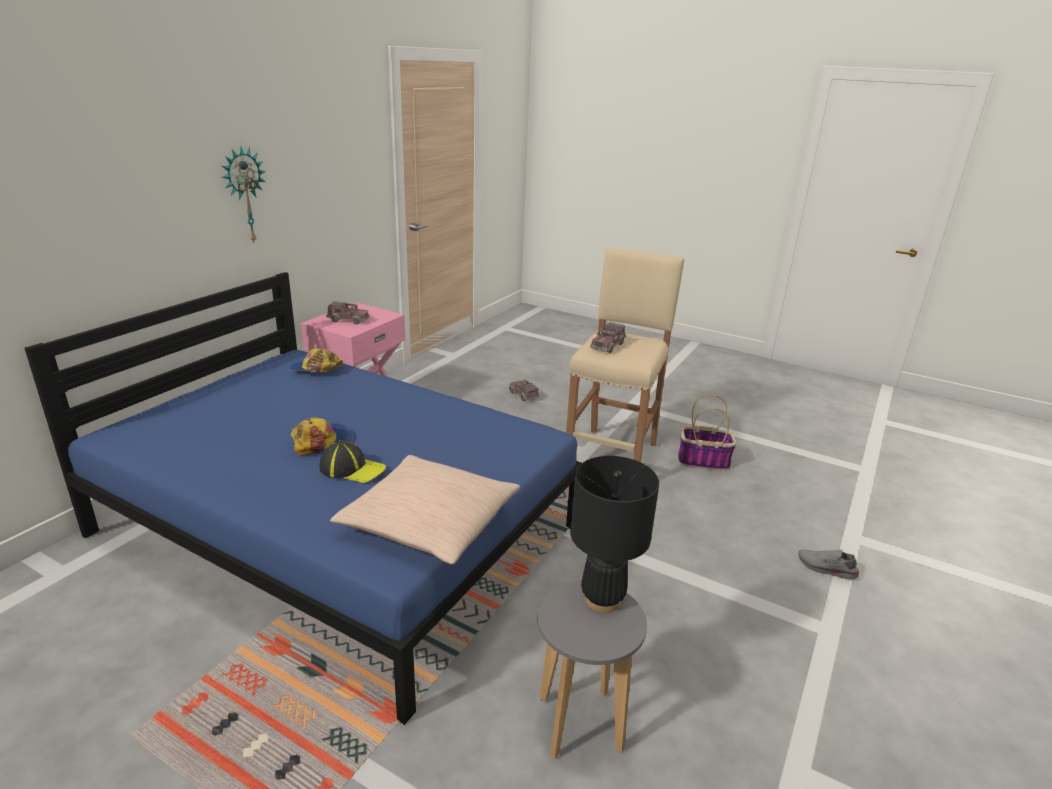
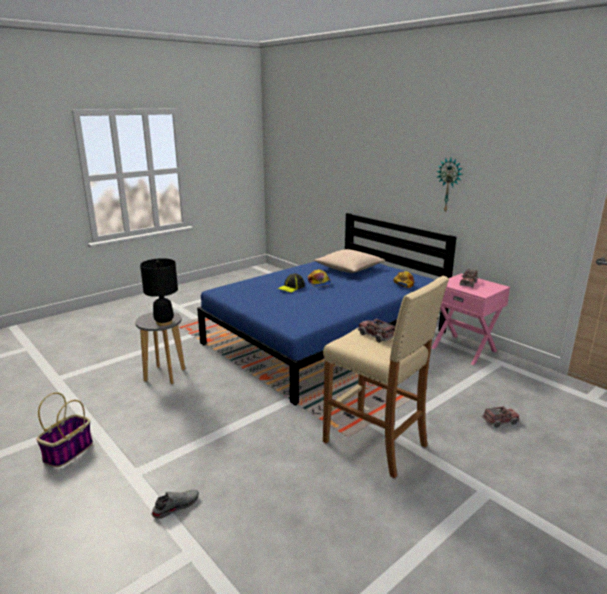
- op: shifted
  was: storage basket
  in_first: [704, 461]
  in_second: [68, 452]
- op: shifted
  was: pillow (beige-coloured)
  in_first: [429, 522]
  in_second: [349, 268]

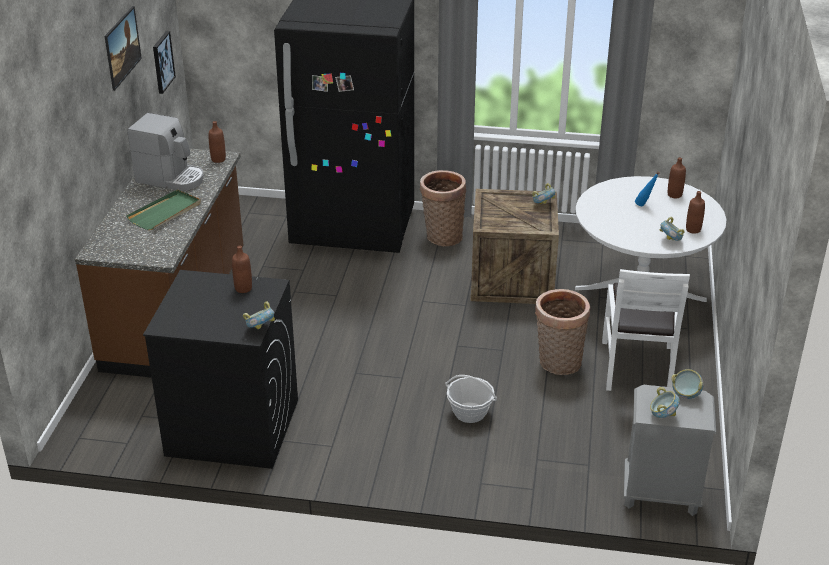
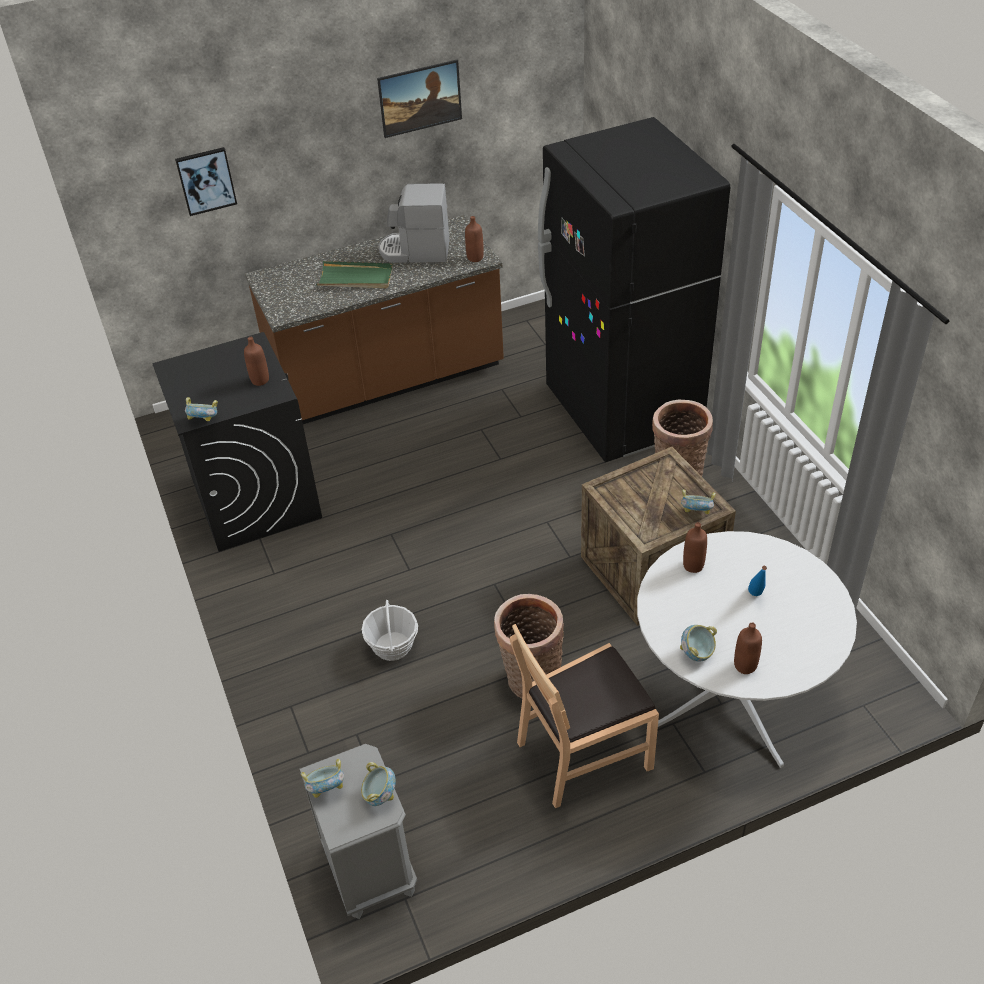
- op: shifted
  was: wall picture
  in_first: [162, 62]
  in_second: [206, 180]
- op: rotated
  was: coffee machine
  in_first: [171, 178]
  in_second: [415, 251]
  clockwise: 105
- op: repainted
  was: plain chair (whitish)
  now: plain chair (brown-coloured)
  in_first: [637, 367]
  in_second: [583, 753]
- op: shifted
  was: bottle (brown-coloured)
  in_first: [674, 195]
  in_second: [693, 565]

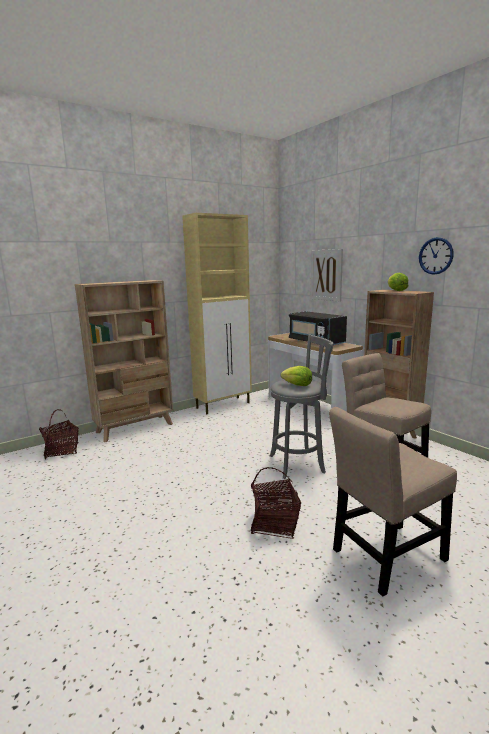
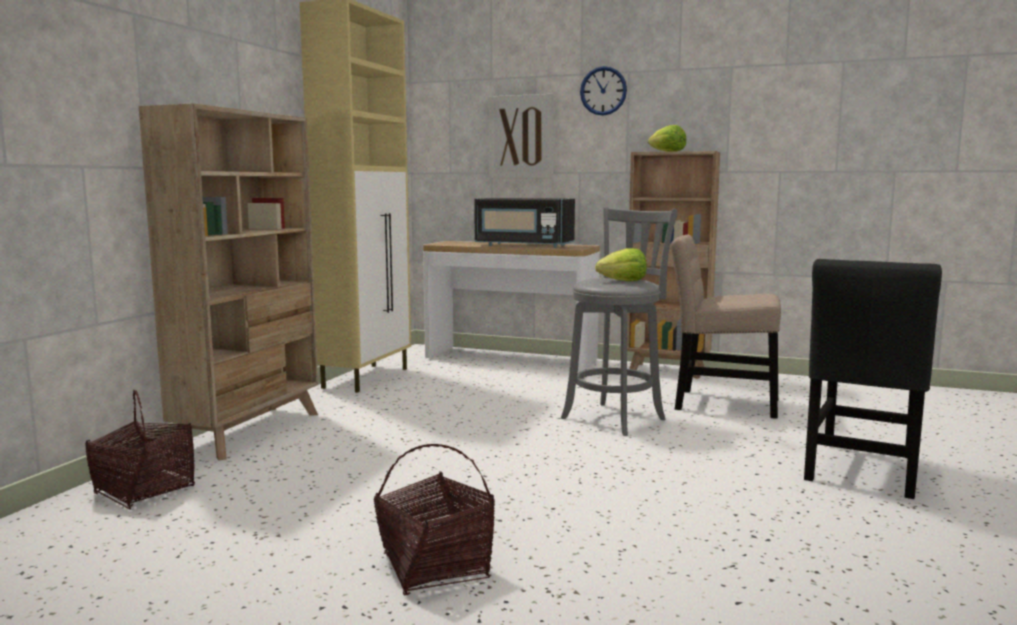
- op: shifted
  was: storage basket
  in_first: [275, 523]
  in_second: [434, 567]
- op: shifted
  was: hanging clock
  in_first: [435, 256]
  in_second: [603, 91]
- op: repainted
  was: plain chair (beige-coloured)
  now: plain chair (black)
  in_first: [385, 558]
  in_second: [862, 471]

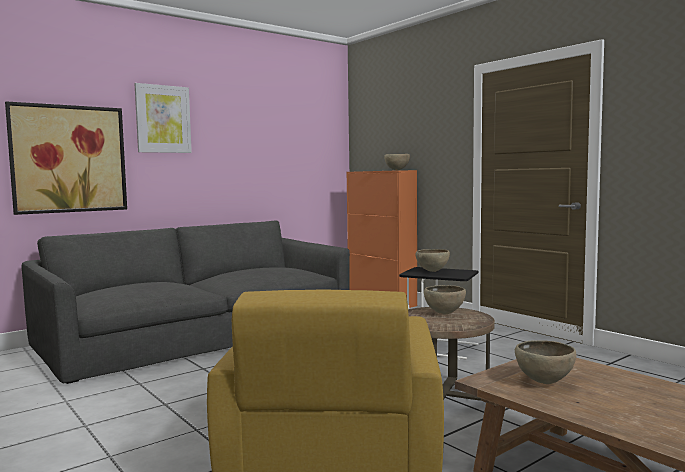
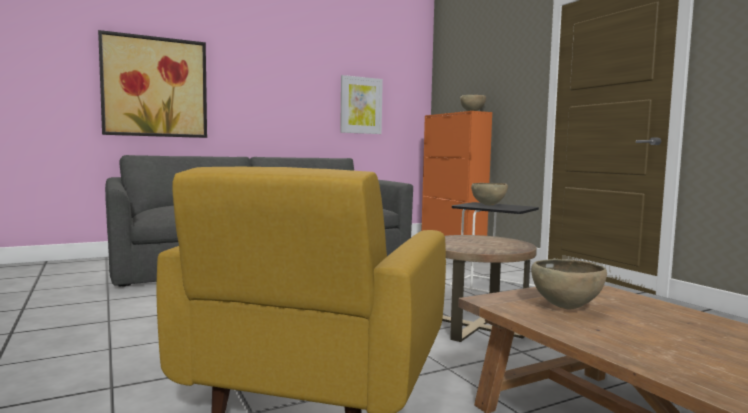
- op: shifted
  was: wall picture
  in_first: [163, 119]
  in_second: [361, 105]
- op: gone
  was: bowl (brown-coloured)
  in_first: [444, 313]

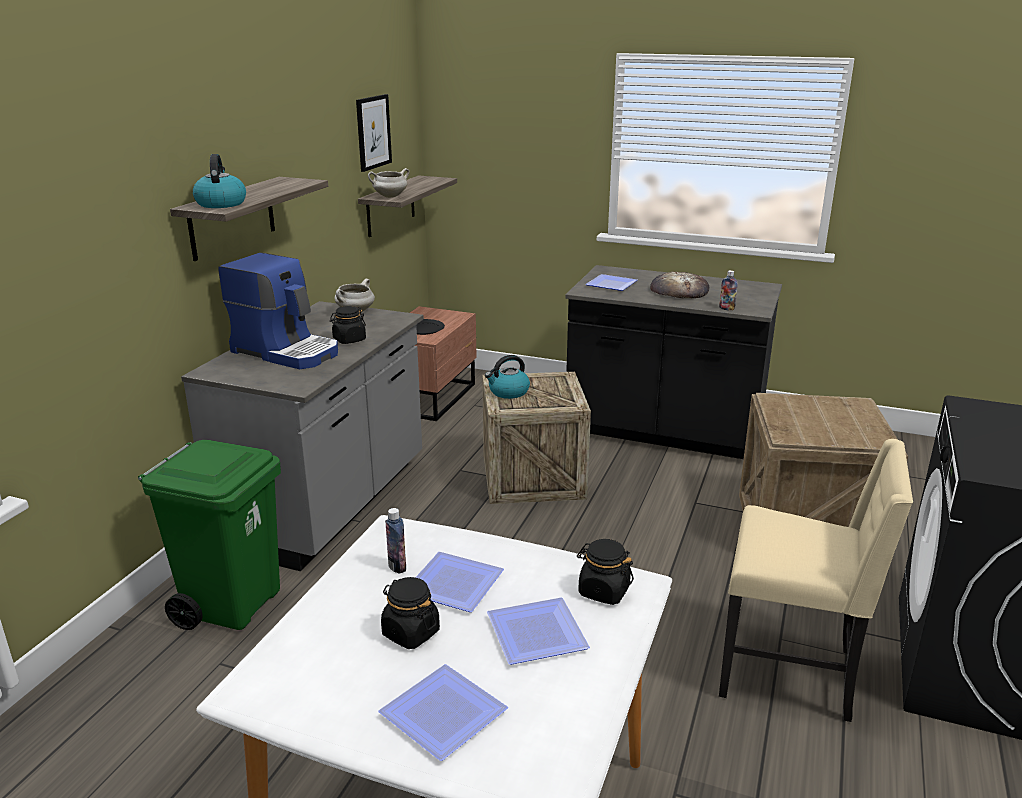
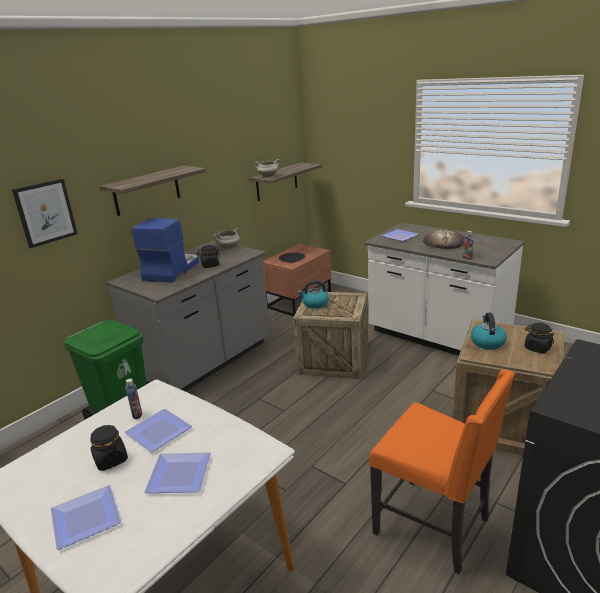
- op: shifted
  was: wall picture
  in_first: [373, 132]
  in_second: [45, 212]
- op: rotated
  was: coffee machine
  in_first: [287, 351]
  in_second: [171, 270]
  clockwise: -120
- op: repainted
  was: kitchen counter (black)
  now: kitchen counter (whitish)
  in_first: [663, 432]
  in_second: [437, 338]
- op: repainted
  was: plain chair (beige-coloured)
  now: plain chair (orangey)
  in_first: [790, 672]
  in_second: [434, 526]
- op: shifted
  was: tea kettle
  in_first: [221, 203]
  in_second: [487, 342]
- op: shifted
  was: jar (black)
  in_first: [603, 591]
  in_second: [537, 348]

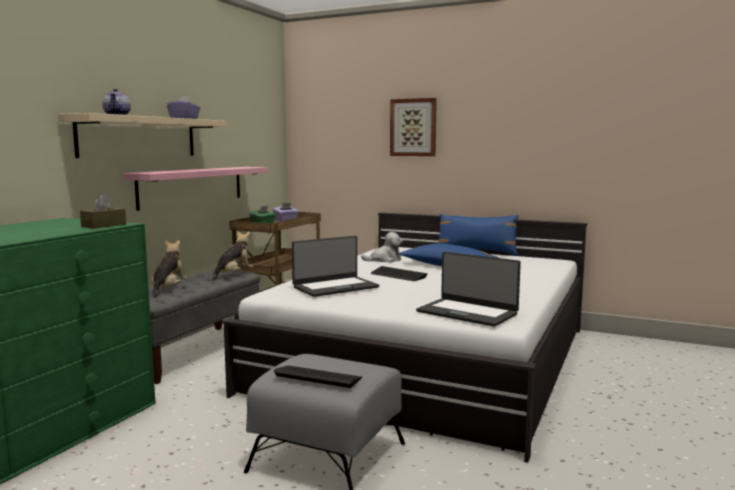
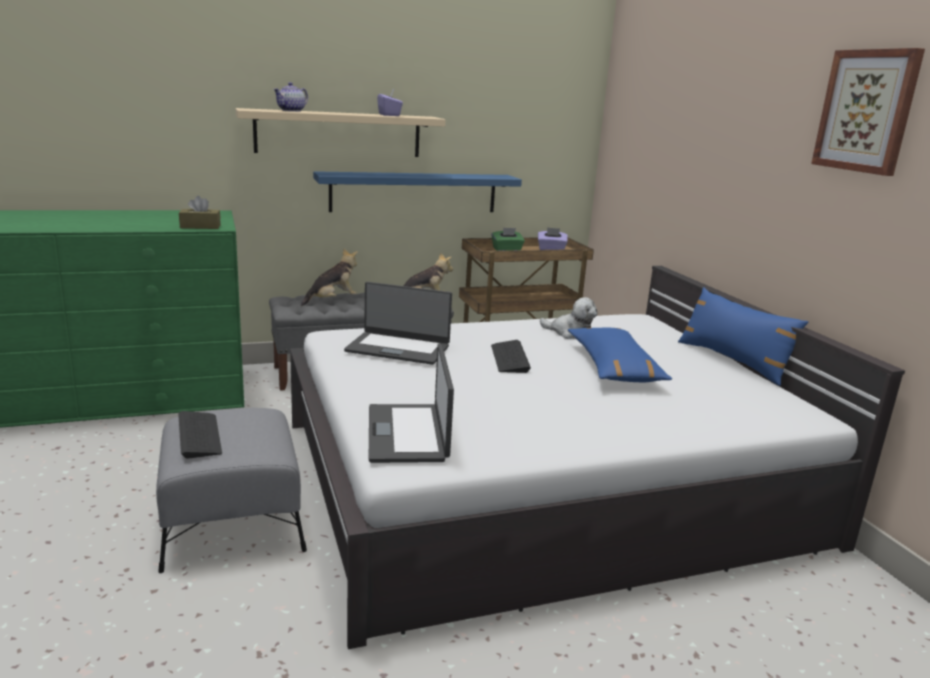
- op: repainted
  was: wall shelf (pinkish)
  now: wall shelf (blue)
  in_first: [192, 186]
  in_second: [414, 192]
- op: shifted
  was: wall picture
  in_first: [413, 127]
  in_second: [867, 111]

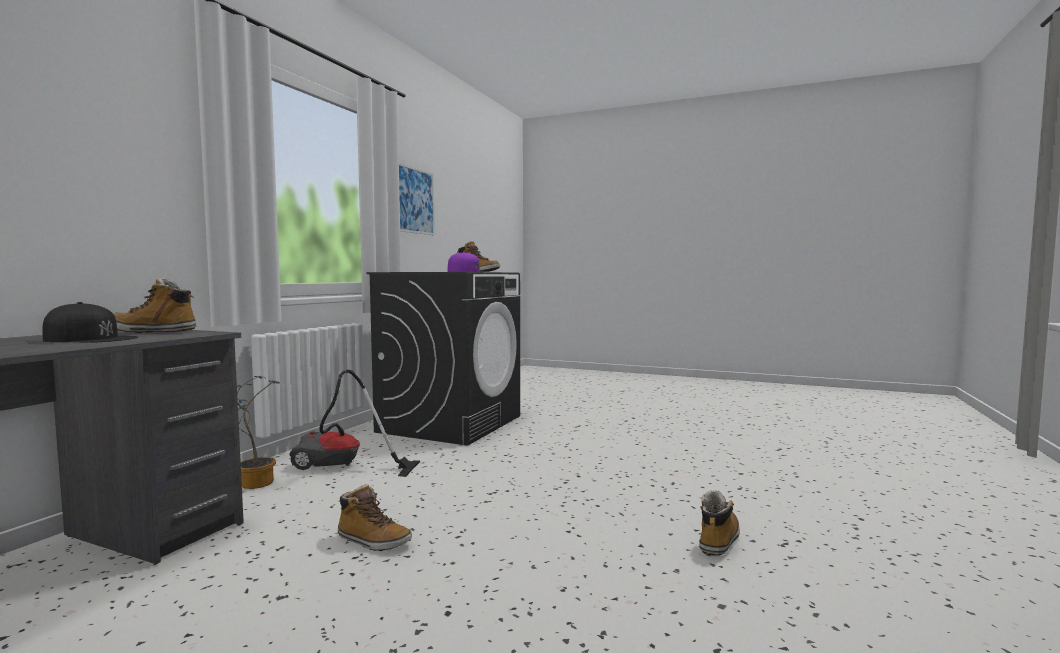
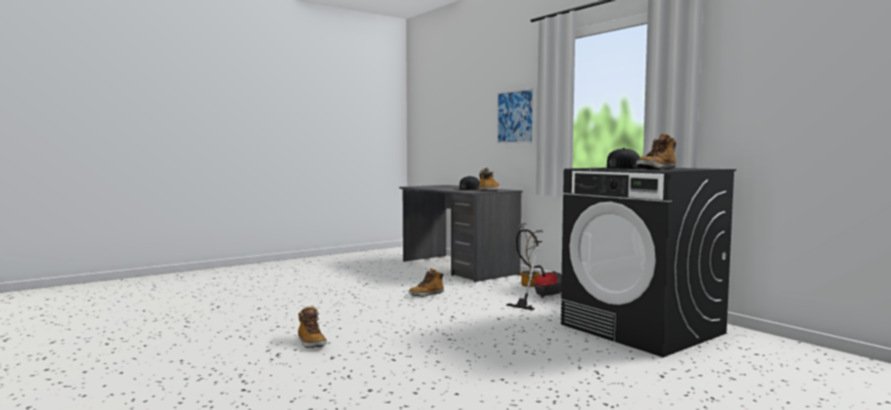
- op: shifted
  was: wall picture
  in_first: [414, 200]
  in_second: [515, 116]
- op: repainted
  was: baseball cap (purple)
  now: baseball cap (black)
  in_first: [468, 271]
  in_second: [619, 168]

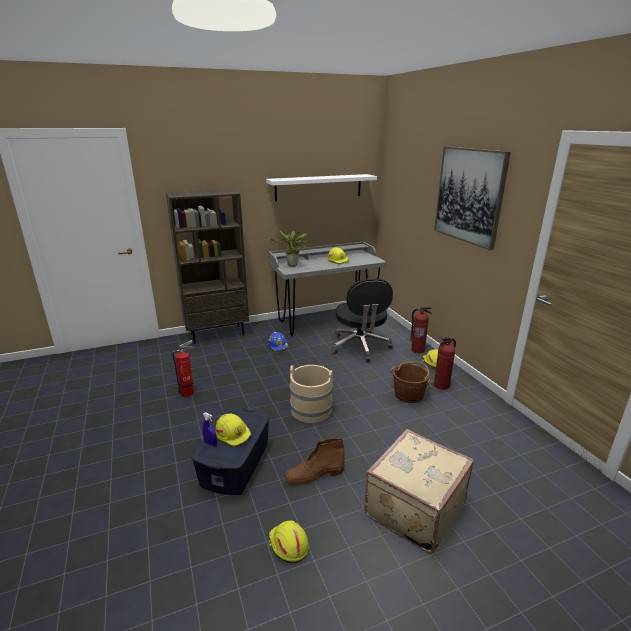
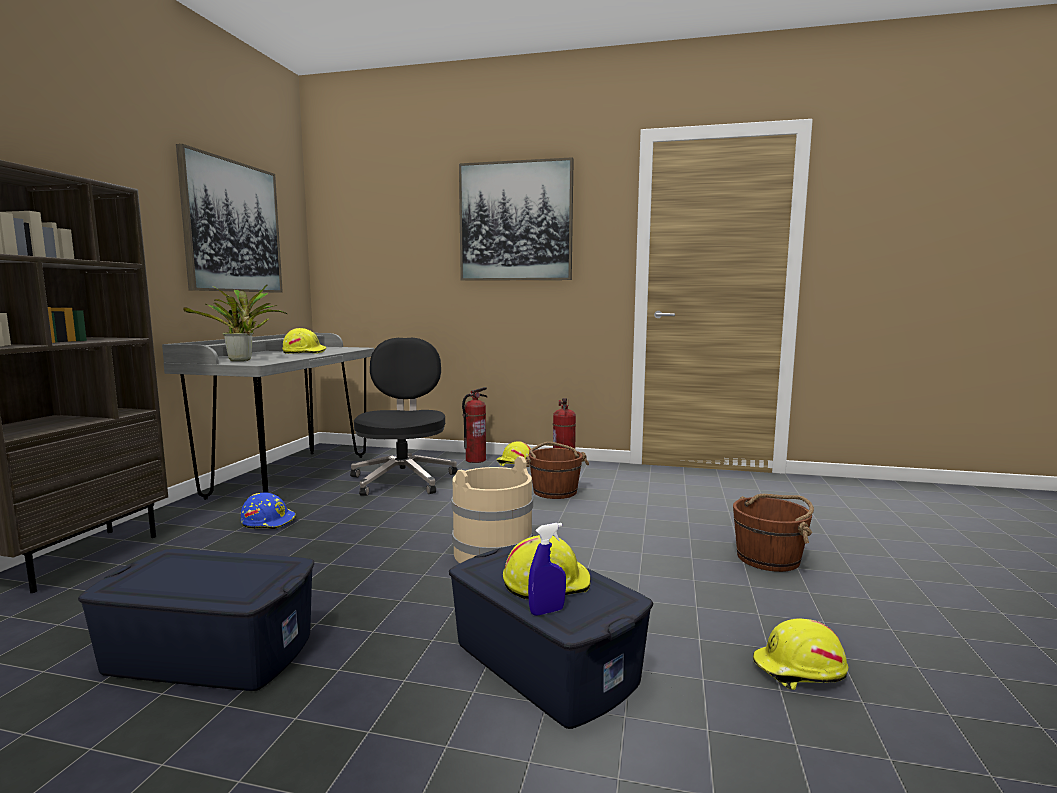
- op: swapped
  was: fire extinguisher
  now: storage container (blue)
  in_first: [189, 392]
  in_second: [211, 652]
- op: swapped
  was: wall shelf (whitish)
  now: wall picture
  in_first: [318, 187]
  in_second: [232, 227]
- op: rotated
  was: desk chair (black)
  in_first: [360, 346]
  in_second: [403, 479]
  clockwise: -120
- op: swapped
  was: suitcase (beige-coloured)
  now: water bucket (brown-coloured)
  in_first: [413, 508]
  in_second: [769, 558]
- op: gone
  was: tall boot (brown-coloured)
  in_first: [314, 475]

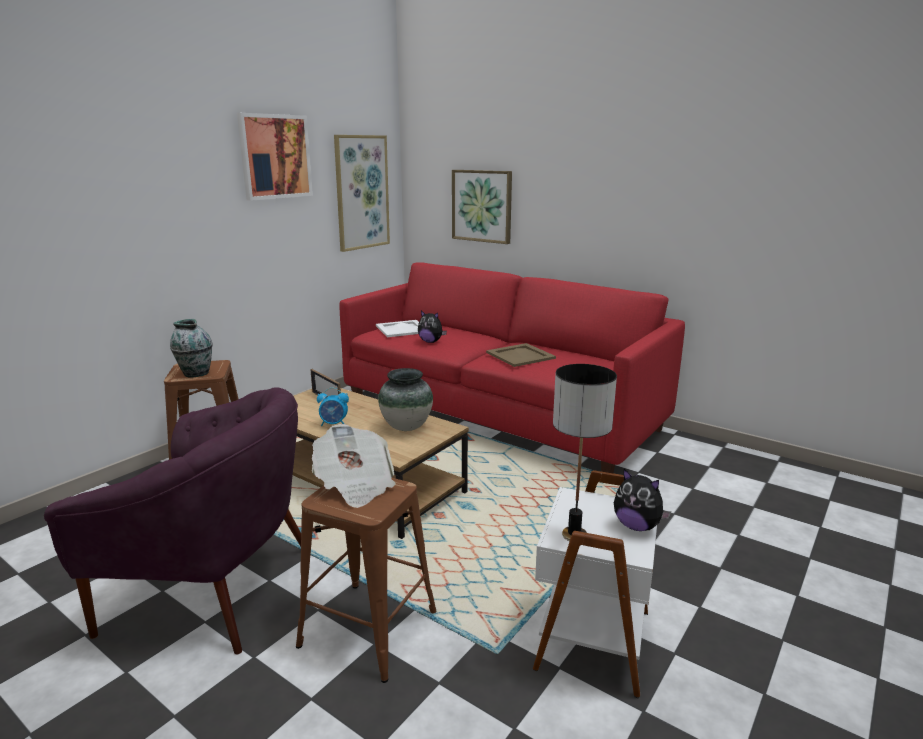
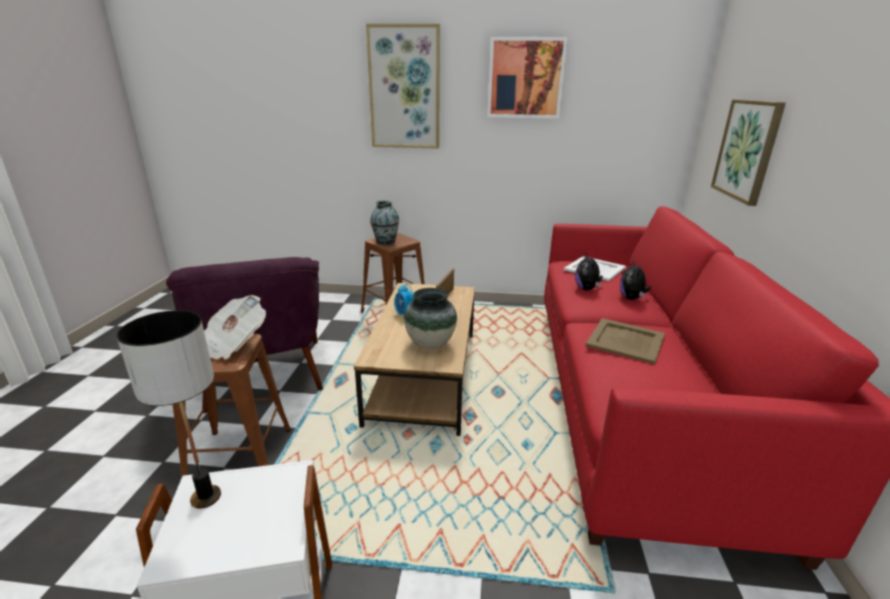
- op: shifted
  was: wall picture
  in_first: [361, 192]
  in_second: [404, 88]
- op: shifted
  was: cuddly toy
  in_first: [637, 526]
  in_second: [632, 298]

